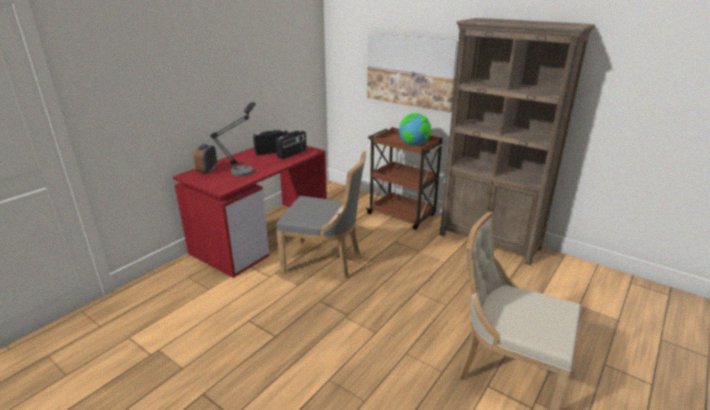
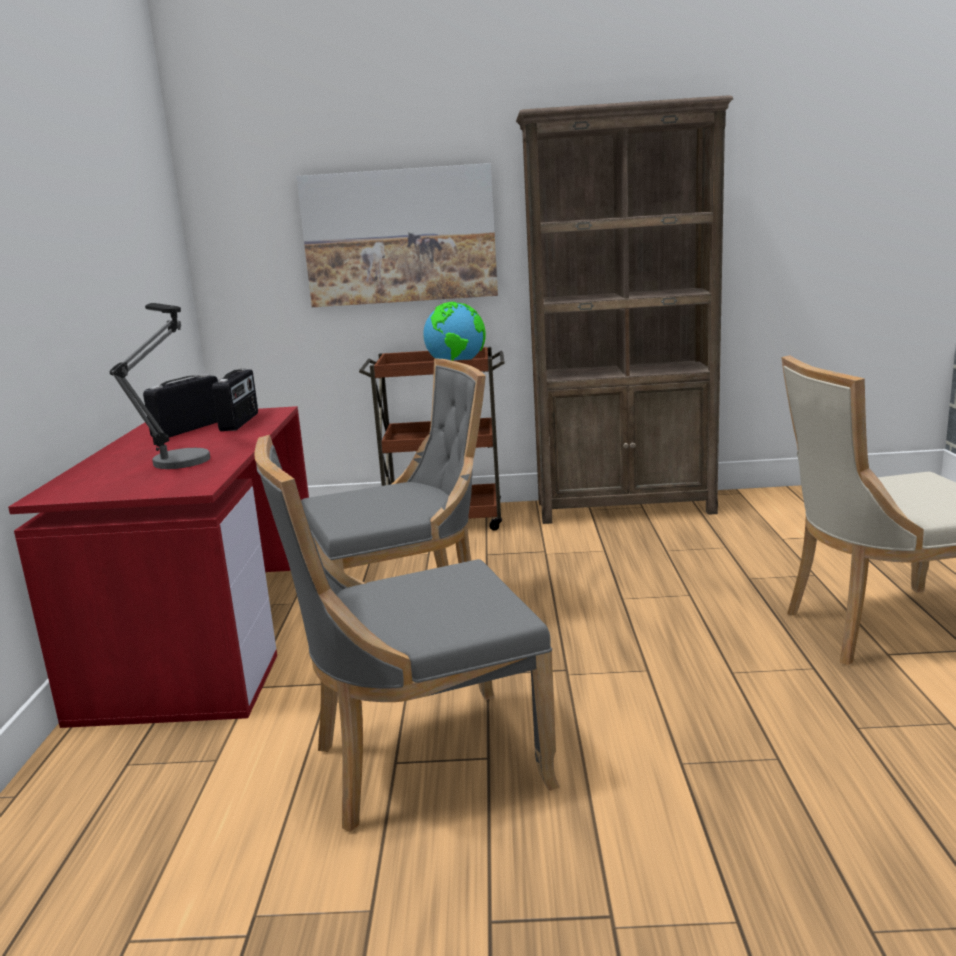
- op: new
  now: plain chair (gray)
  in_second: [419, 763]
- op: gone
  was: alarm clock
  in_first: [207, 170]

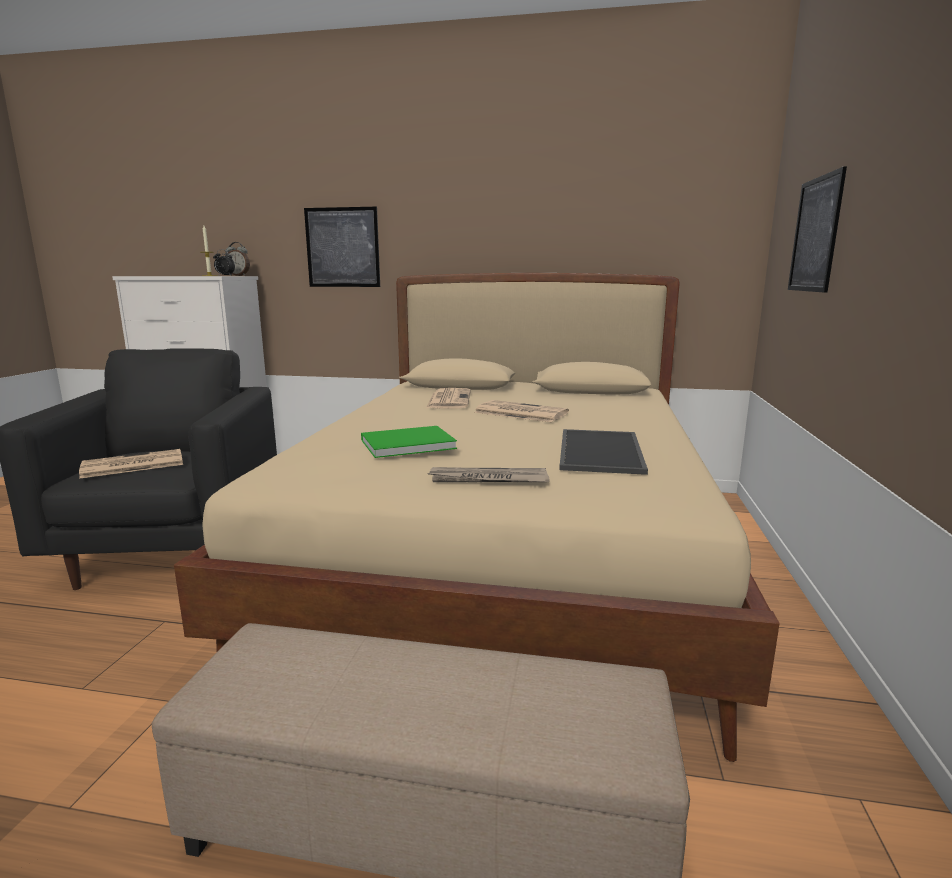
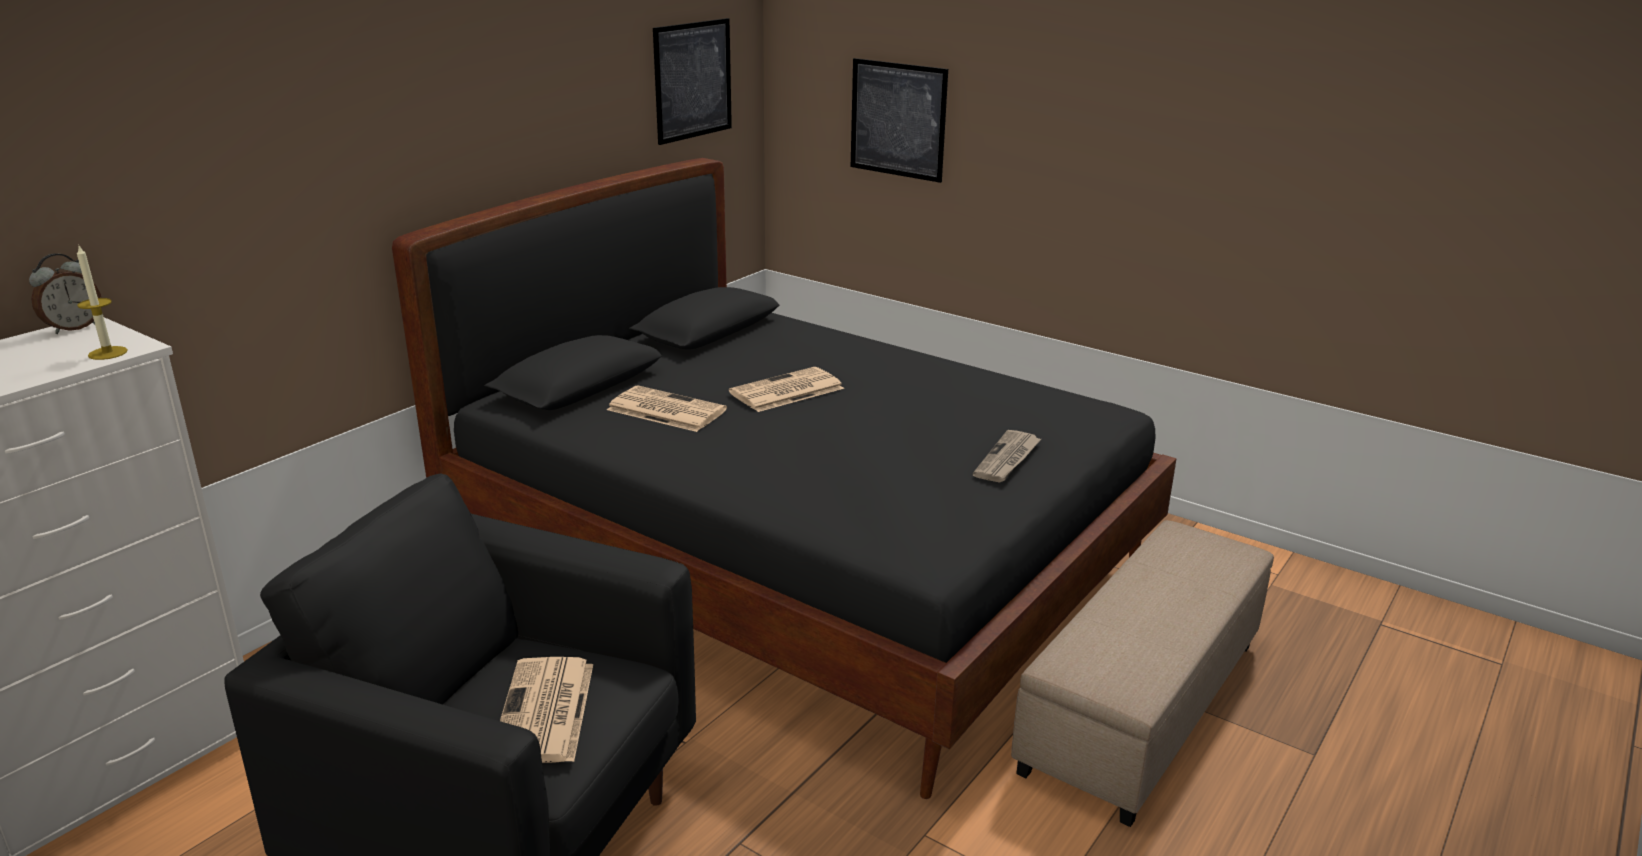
- op: repainted
  was: bed (beige-coloured)
  now: bed (black)
  in_first: [506, 562]
  in_second: [799, 566]
- op: shifted
  was: wall picture
  in_first: [342, 247]
  in_second: [693, 80]
- op: gone
  was: alarm clock
  in_first: [224, 275]
- op: gone
  was: bound book (green)
  in_first: [404, 444]
- op: gone
  was: serving tray
  in_first: [602, 452]

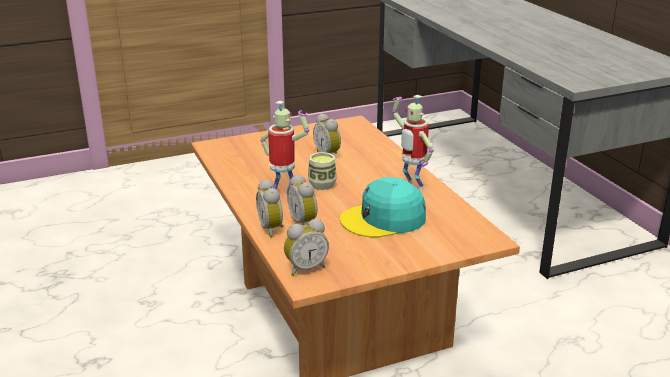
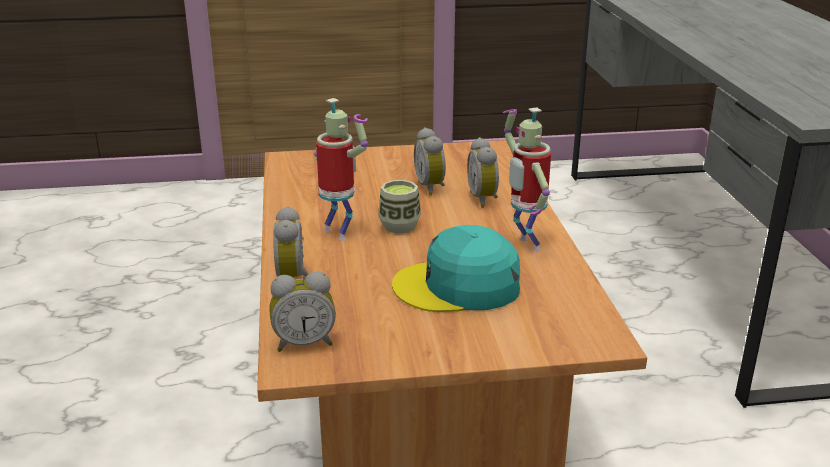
- op: shifted
  was: alarm clock
  in_first: [304, 223]
  in_second: [484, 199]

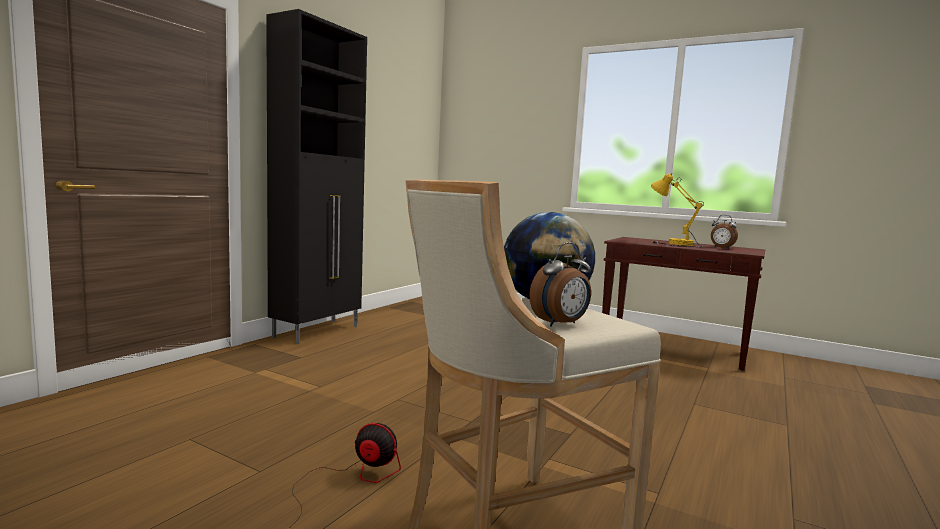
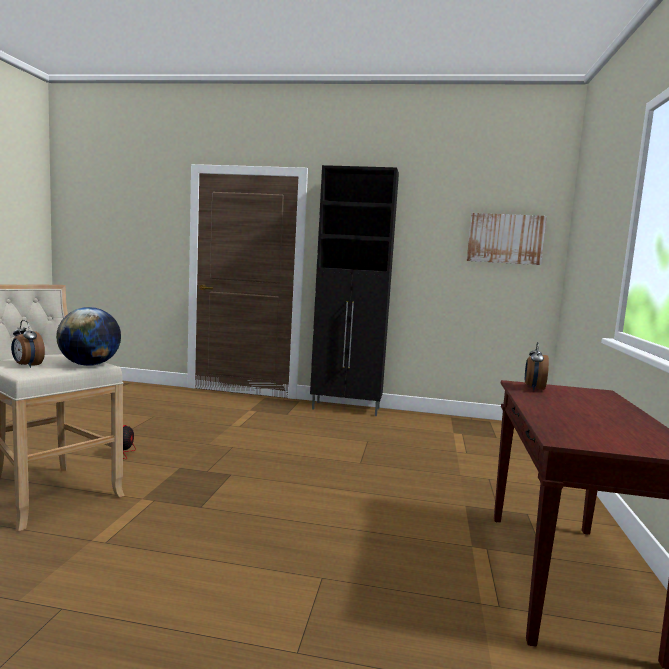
- op: new
  now: wall picture
  in_second: [505, 239]
- op: shifted
  was: alarm clock
  in_first: [721, 248]
  in_second: [534, 388]
- op: gone
  was: lamp for a table (yellow-coloured)
  in_first: [673, 244]

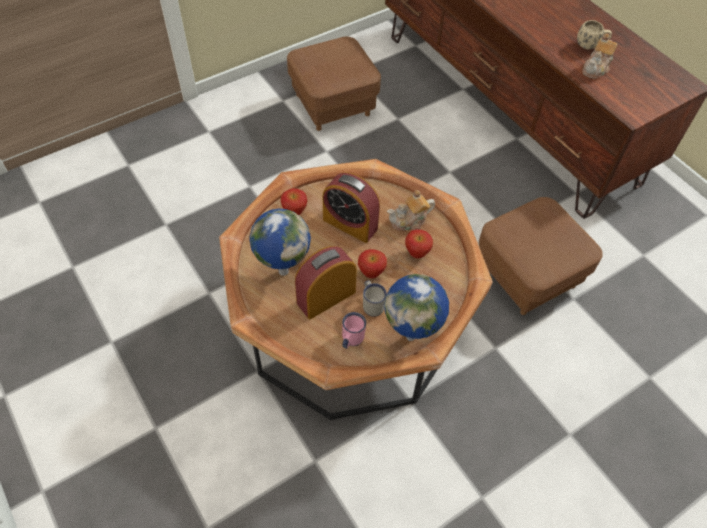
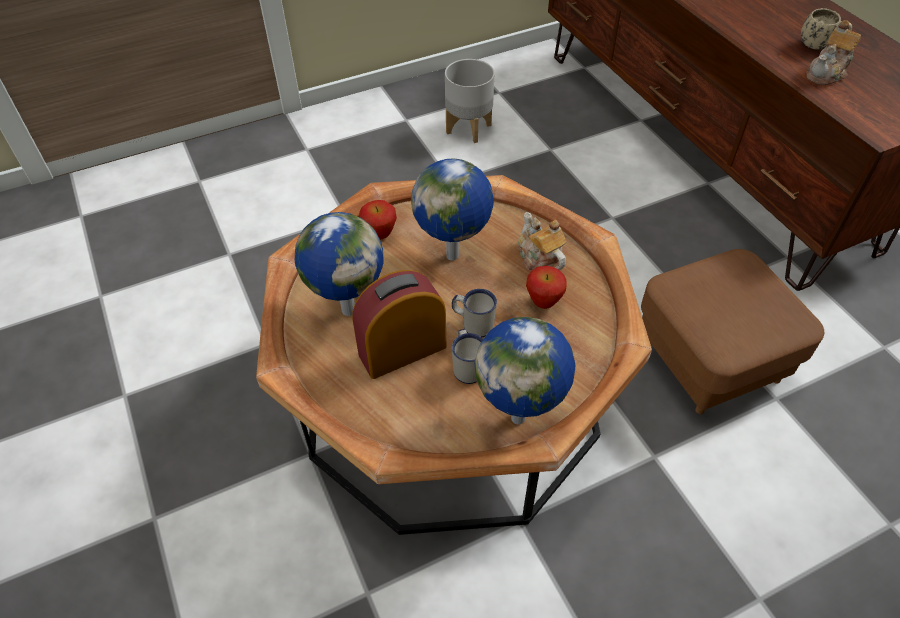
- op: swapped
  was: alarm clock
  now: world globe
  in_first: [350, 224]
  in_second: [454, 256]
- op: swapped
  was: footrest (brown-coloured)
  now: flower pot (gray)
  in_first: [333, 105]
  in_second: [469, 128]
- op: swapped
  was: apple fruit
  now: tea mug (whitish)
  in_first: [371, 273]
  in_second: [473, 324]
- op: rotated
  was: tea pot
  in_first: [409, 221]
  in_second: [539, 258]
  clockwise: 75
- op: gone
  was: tea mug (pinkish)
  in_first: [351, 340]

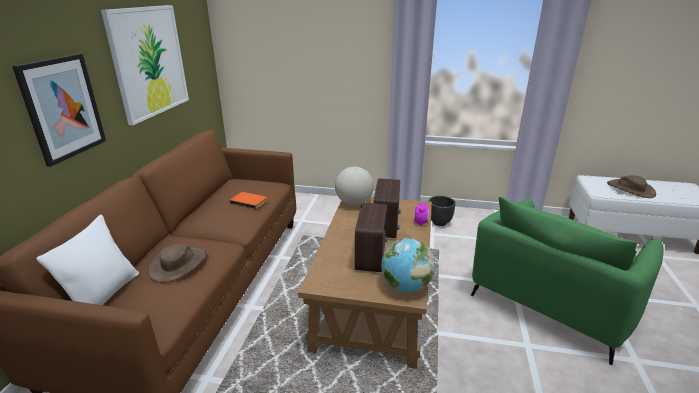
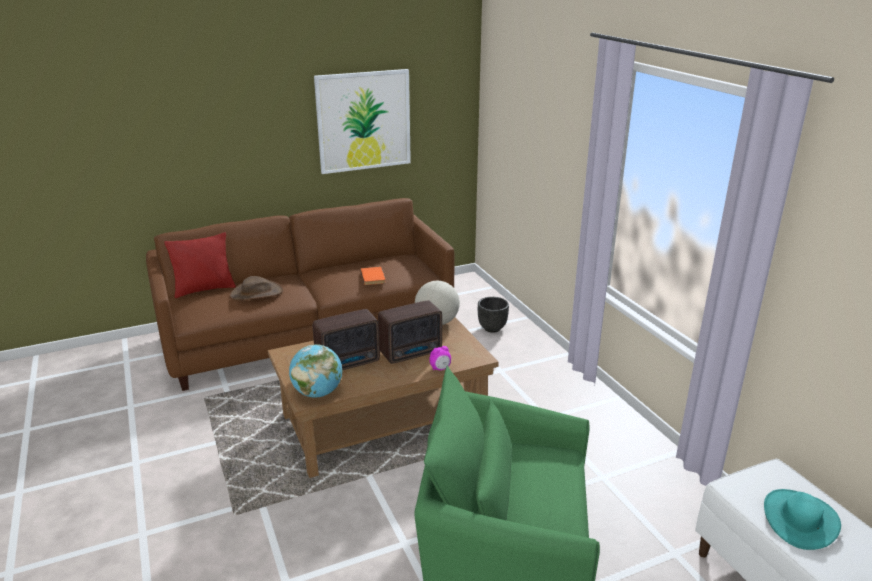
- op: repainted
  was: pillow (whitish)
  now: pillow (red-coloured)
  in_first: [104, 296]
  in_second: [204, 289]
- op: shifted
  was: flower pot (black)
  in_first: [439, 222]
  in_second: [492, 328]
- op: repainted
  was: hat (brown-coloured)
  now: hat (turquoise-coloured)
  in_first: [630, 189]
  in_second: [800, 519]
- op: gone
  was: wall picture
  in_first: [63, 108]

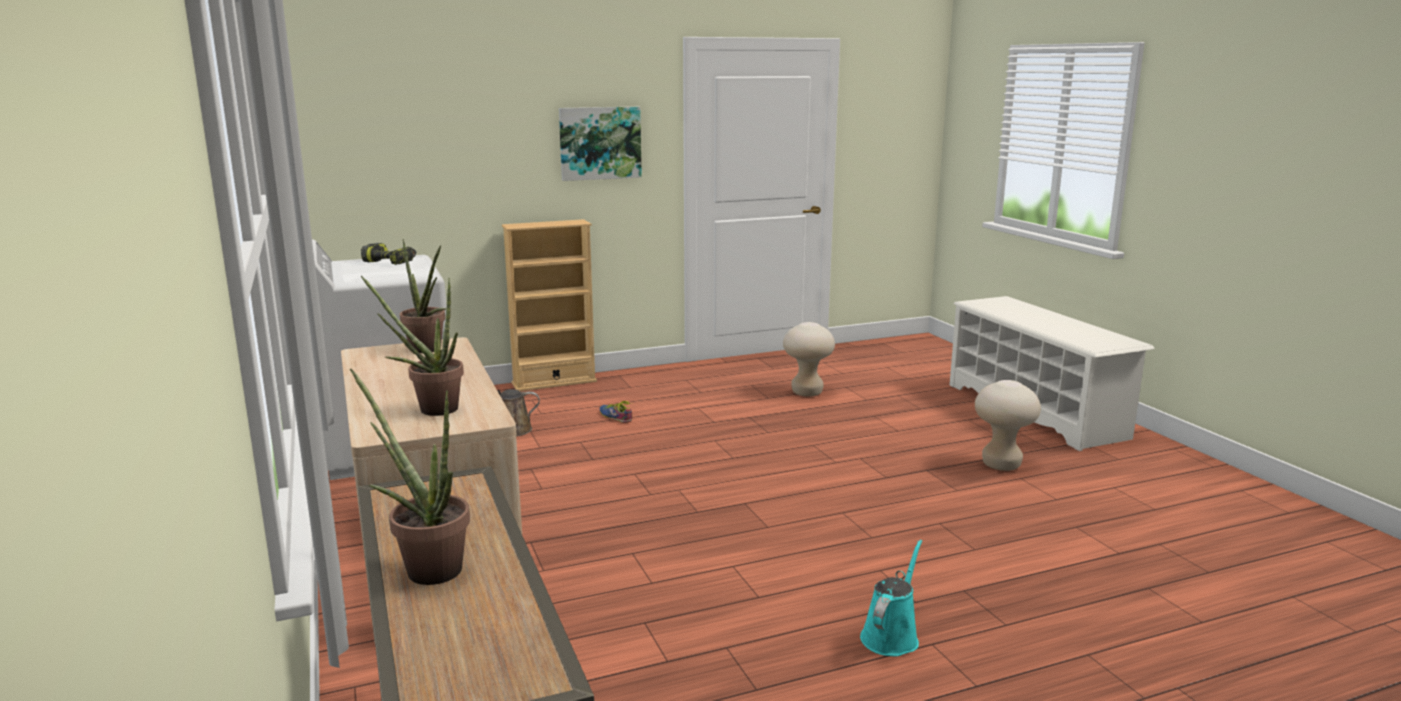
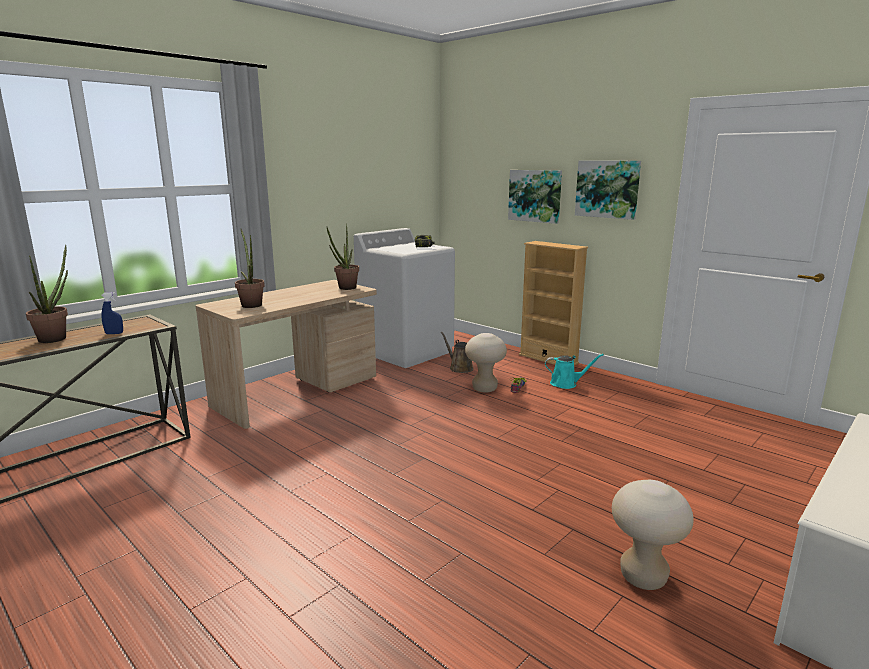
- op: new
  now: hand sprayer (blue)
  in_second: [114, 333]
- op: shifted
  was: sitting stool (beige-coloured)
  in_first: [807, 392]
  in_second: [484, 389]
- op: new
  now: wall picture
  in_second: [535, 196]
- op: shifted
  was: watering pot (turquoise-coloured)
  in_first: [891, 636]
  in_second: [566, 384]

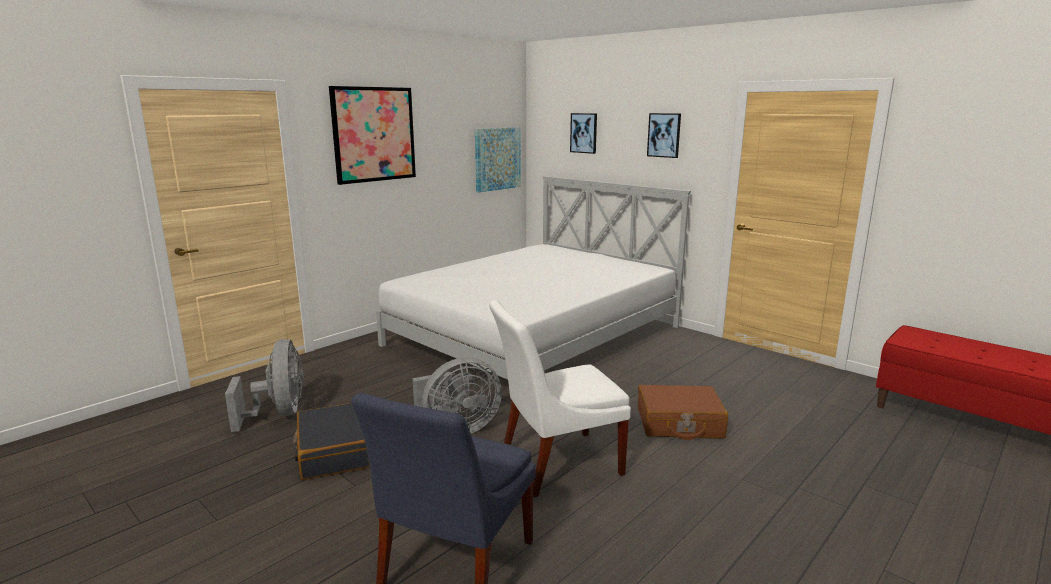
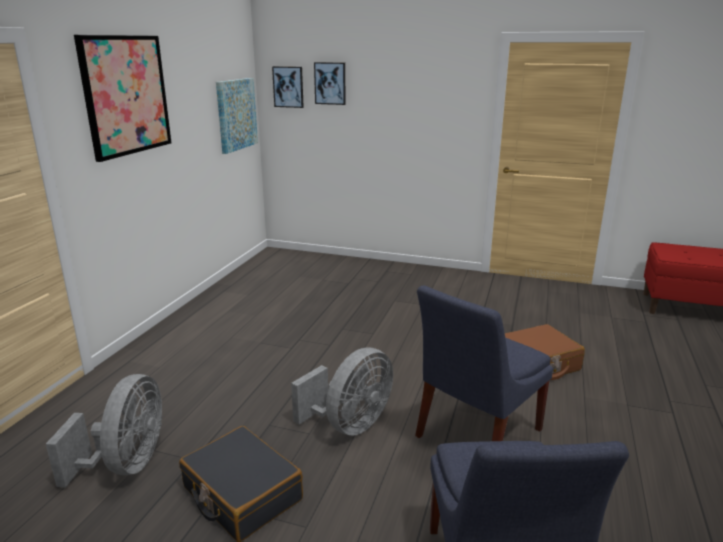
- op: rotated
  was: fan (gray)
  in_first: [279, 414]
  in_second: [126, 464]
  clockwise: 45
- op: shifted
  was: wall picture
  in_first: [664, 135]
  in_second: [288, 87]
- op: repainted
  was: plain chair (whitish)
  now: plain chair (blue)
  in_first: [555, 463]
  in_second: [475, 435]
- op: gone
  was: bed (whitish)
  in_first: [534, 336]

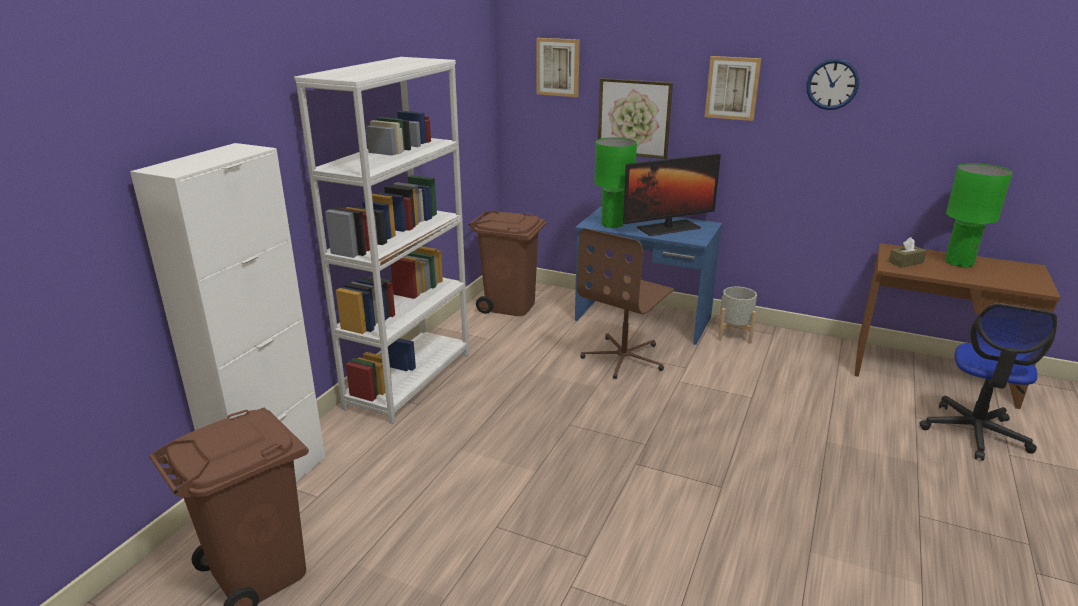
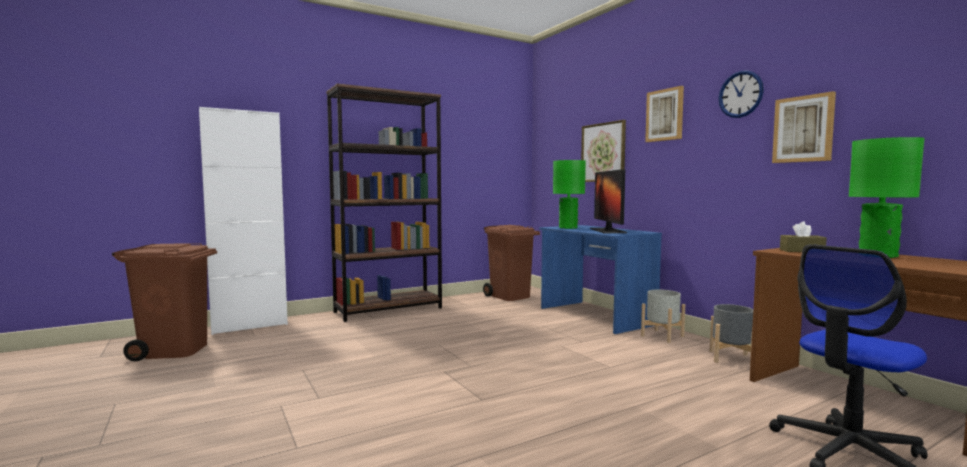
- op: repainted
  was: bookcase (whitish)
  now: bookcase (brown-coloured)
  in_first: [409, 380]
  in_second: [388, 310]
- op: rotated
  was: computer display
  in_first: [668, 228]
  in_second: [607, 231]
  clockwise: 75
- op: new
  now: flower pot (gray)
  in_second: [731, 358]
- op: shifted
  was: wall picture
  in_first: [558, 67]
  in_second: [803, 129]
- op: gone
  was: desk chair (brown-coloured)
  in_first: [624, 358]

